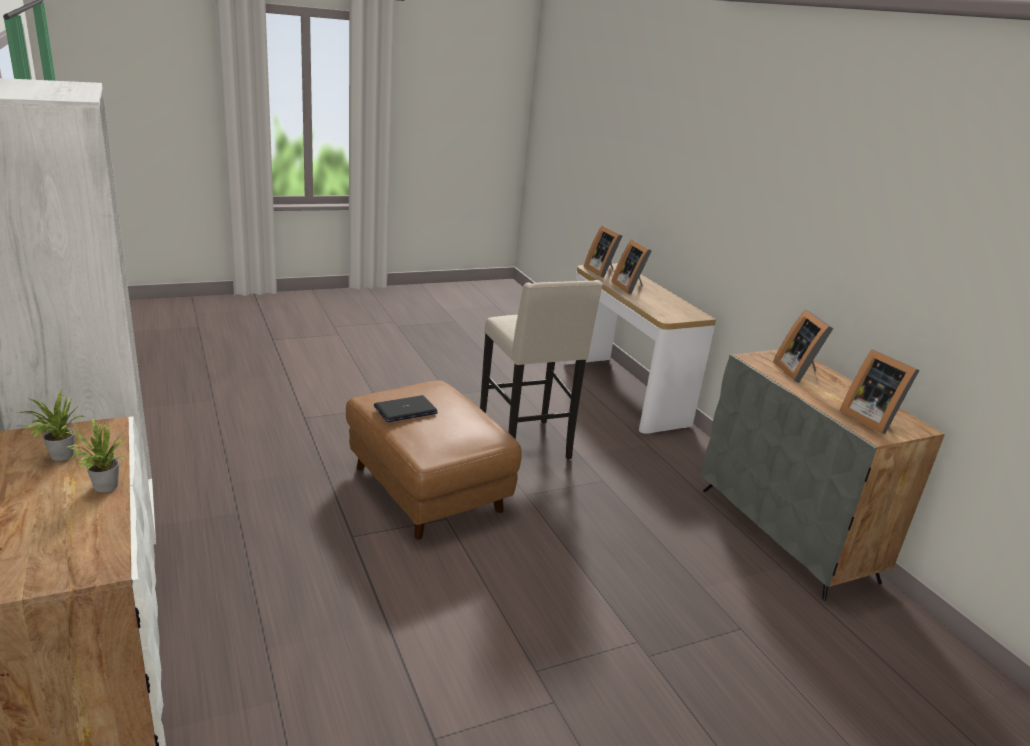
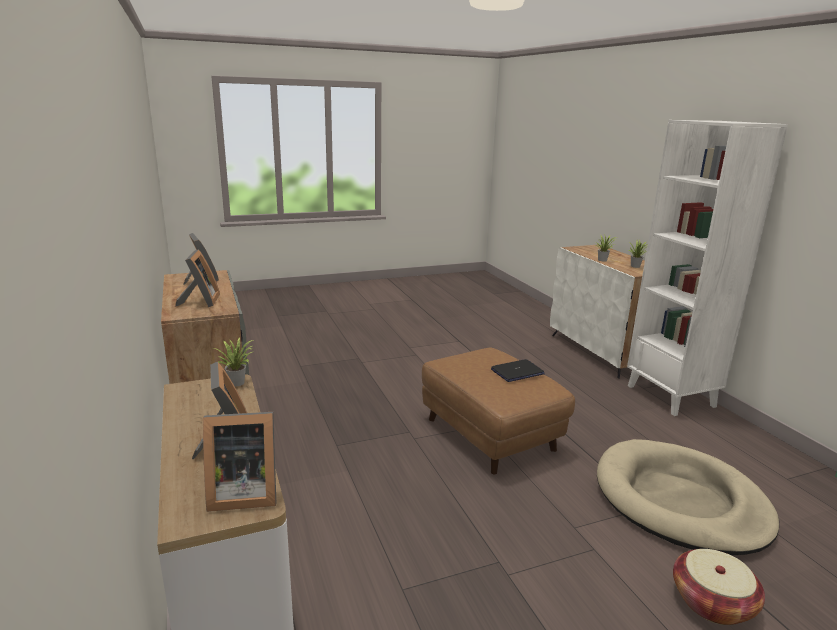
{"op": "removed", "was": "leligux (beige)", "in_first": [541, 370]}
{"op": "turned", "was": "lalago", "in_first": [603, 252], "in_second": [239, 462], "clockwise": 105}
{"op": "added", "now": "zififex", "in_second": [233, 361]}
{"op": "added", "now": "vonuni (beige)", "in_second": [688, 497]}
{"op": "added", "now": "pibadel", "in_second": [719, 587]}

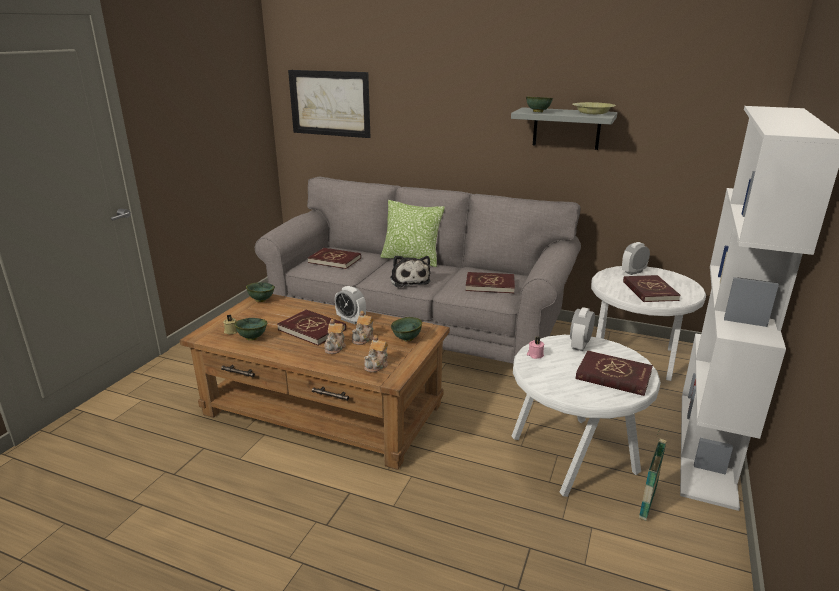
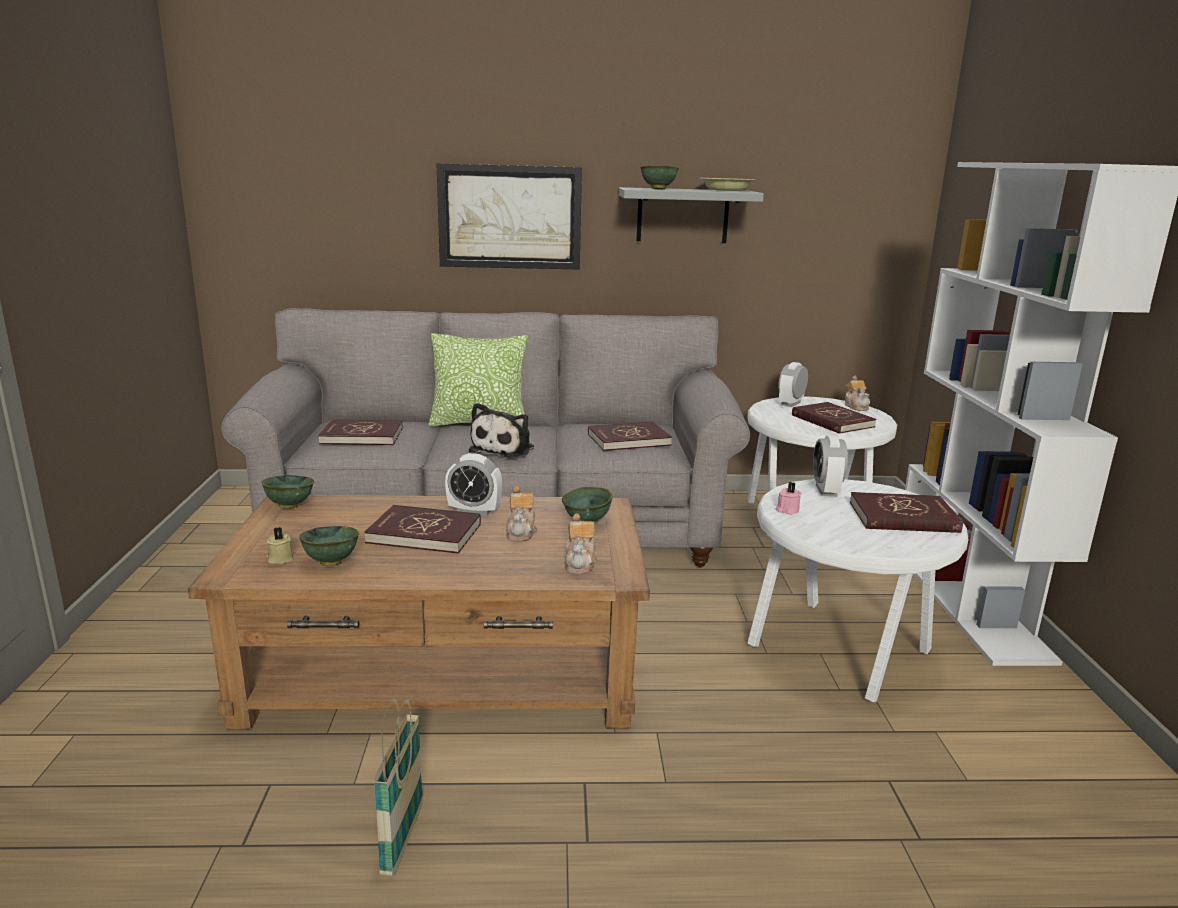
{"op": "moved", "was": "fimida", "in_first": [329, 104], "in_second": [509, 216]}
{"op": "moved", "was": "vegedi", "in_first": [335, 336], "in_second": [857, 393]}
{"op": "turned", "was": "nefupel", "in_first": [410, 271], "in_second": [501, 430], "clockwise": 60}
{"op": "moved", "was": "pibadel", "in_first": [653, 475], "in_second": [398, 787]}

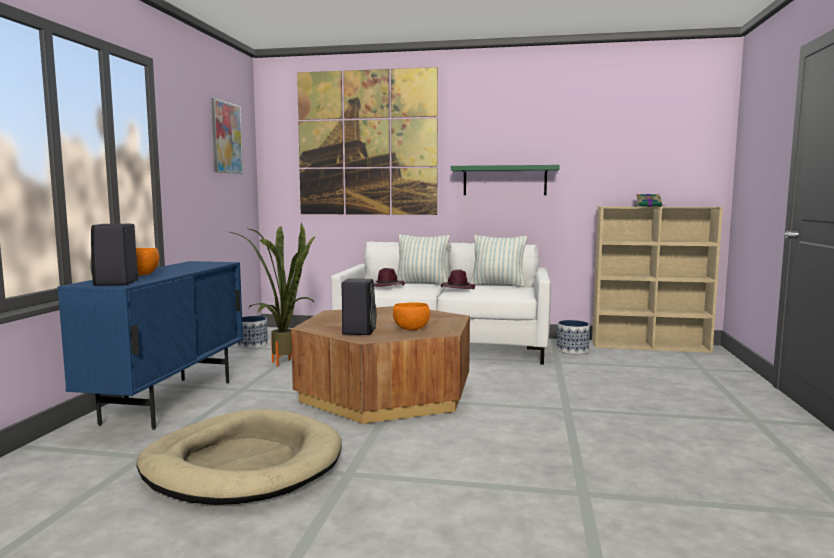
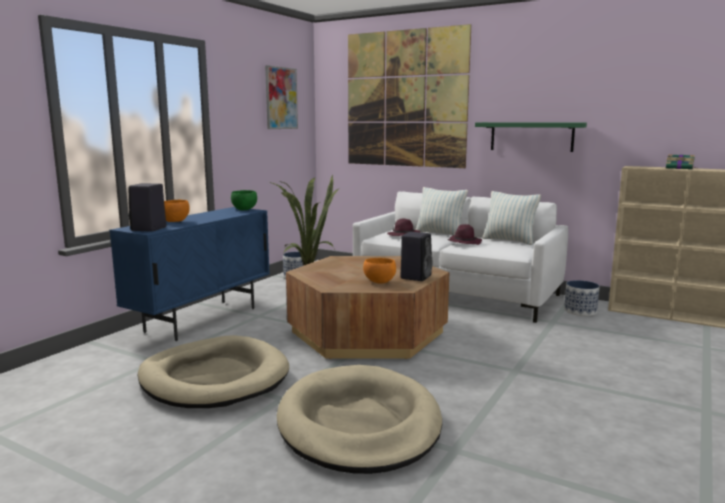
{"op": "moved", "was": "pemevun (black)", "in_first": [359, 306], "in_second": [416, 256]}
{"op": "added", "now": "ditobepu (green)", "in_second": [244, 200]}
{"op": "added", "now": "vonuni (beige)", "in_second": [359, 419]}

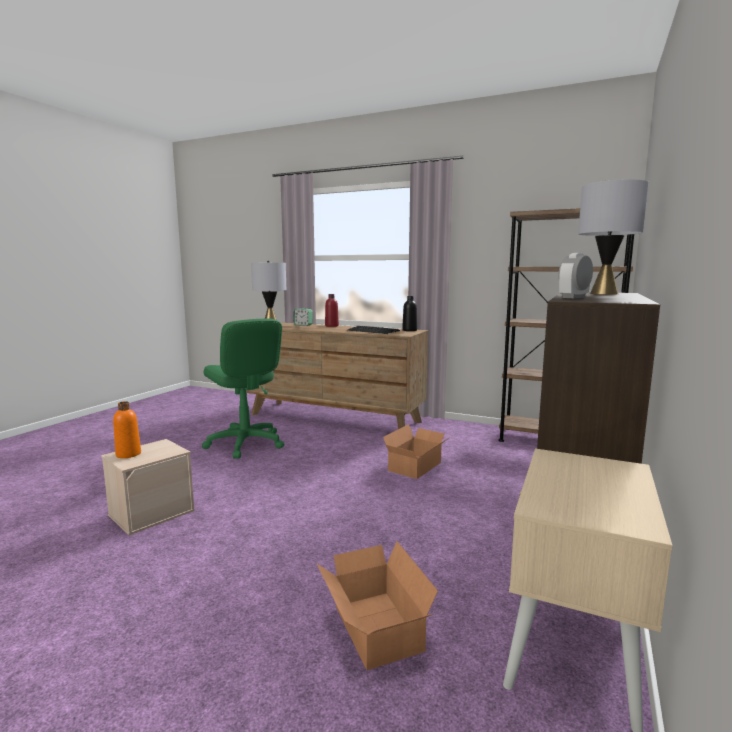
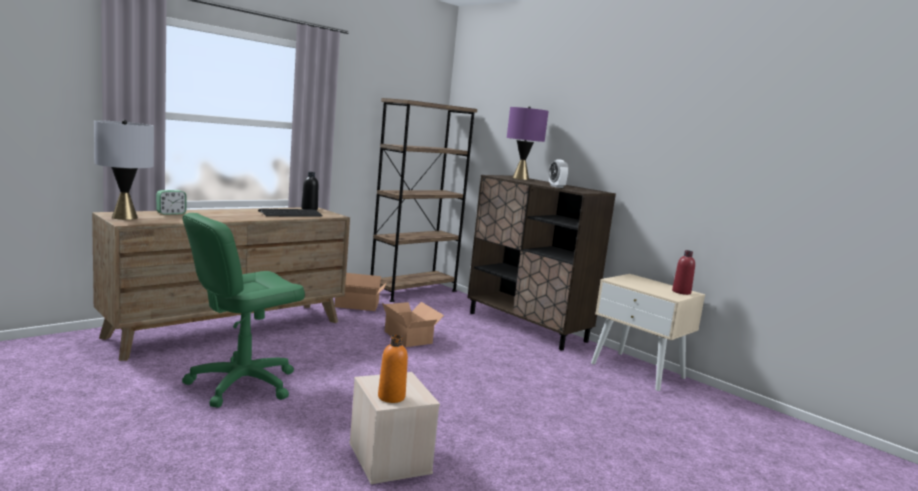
{"op": "turned", "was": "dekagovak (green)", "in_first": [243, 389], "in_second": [243, 310], "clockwise": 150}
{"op": "moved", "was": "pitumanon", "in_first": [377, 606], "in_second": [361, 292]}
{"op": "moved", "was": "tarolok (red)", "in_first": [332, 310], "in_second": [683, 272]}
{"op": "recoloured", "was": "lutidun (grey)", "now": "lutidun (purple)", "in_first": [613, 237], "in_second": [528, 143]}

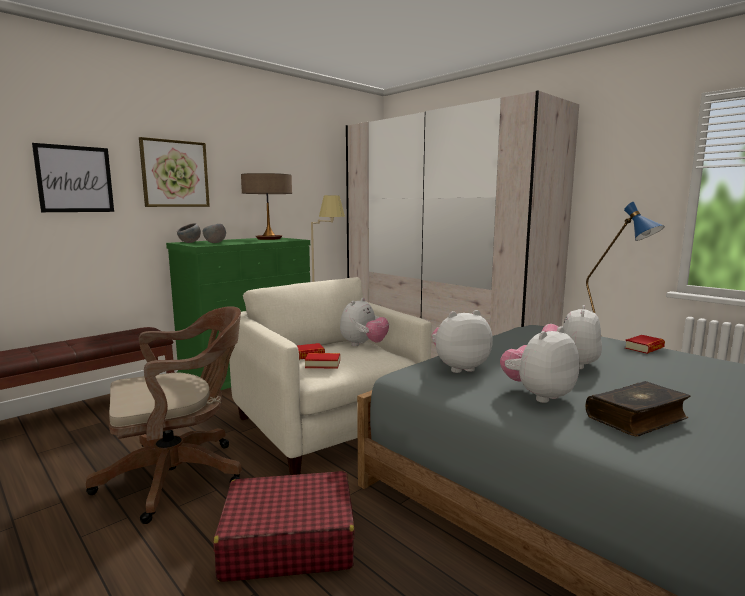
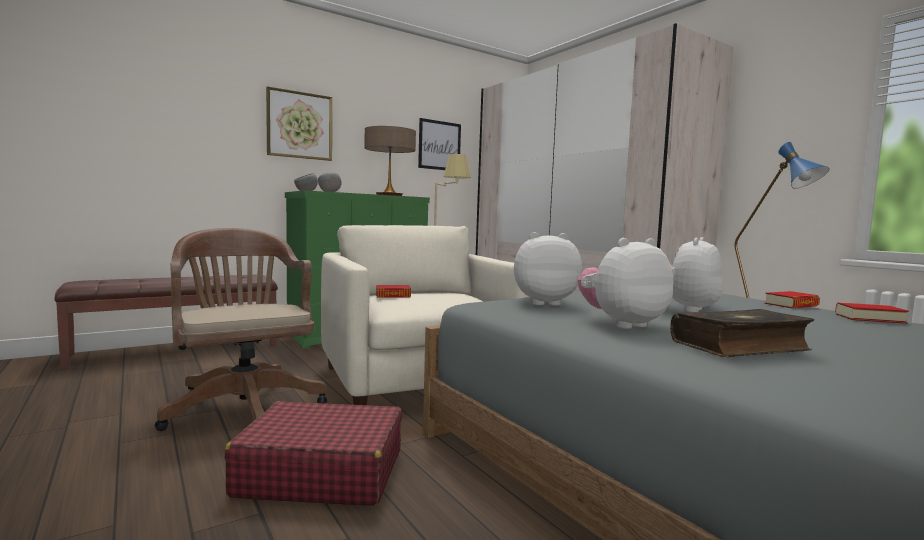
{"op": "moved", "was": "fimida", "in_first": [73, 177], "in_second": [439, 144]}
{"op": "turned", "was": "dekagovak (brown)", "in_first": [164, 415], "in_second": [241, 329], "clockwise": -105}
{"op": "moved", "was": "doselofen", "in_first": [322, 361], "in_second": [872, 313]}
{"op": "removed", "was": "nefupel", "in_first": [364, 322]}

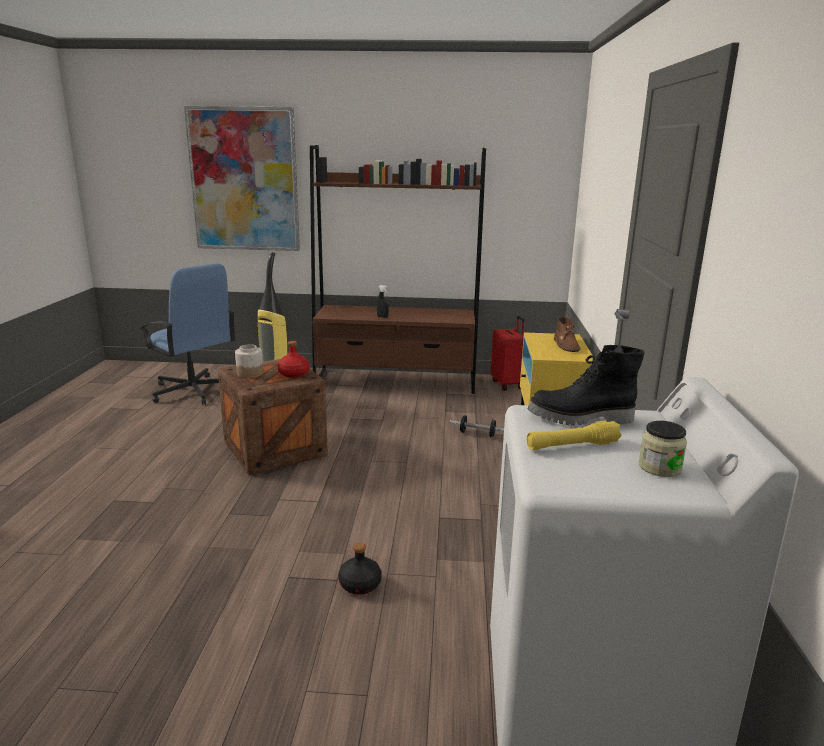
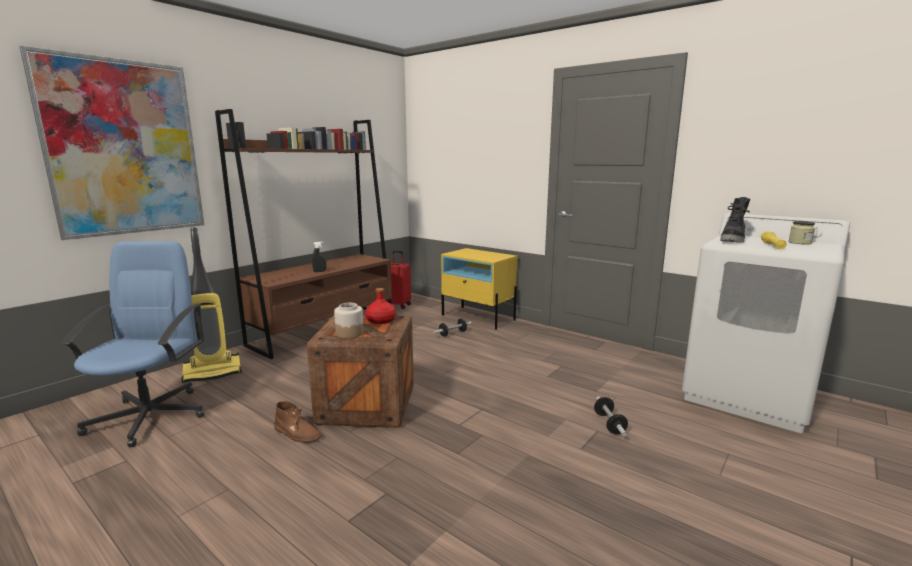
{"op": "turned", "was": "dekagovak (blue)", "in_first": [187, 333], "in_second": [132, 344], "clockwise": -75}
{"op": "replaced", "was": "tarolok (black)", "now": "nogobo", "in_first": [360, 568], "in_second": [611, 416]}
{"op": "moved", "was": "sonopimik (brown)", "in_first": [567, 334], "in_second": [298, 422]}

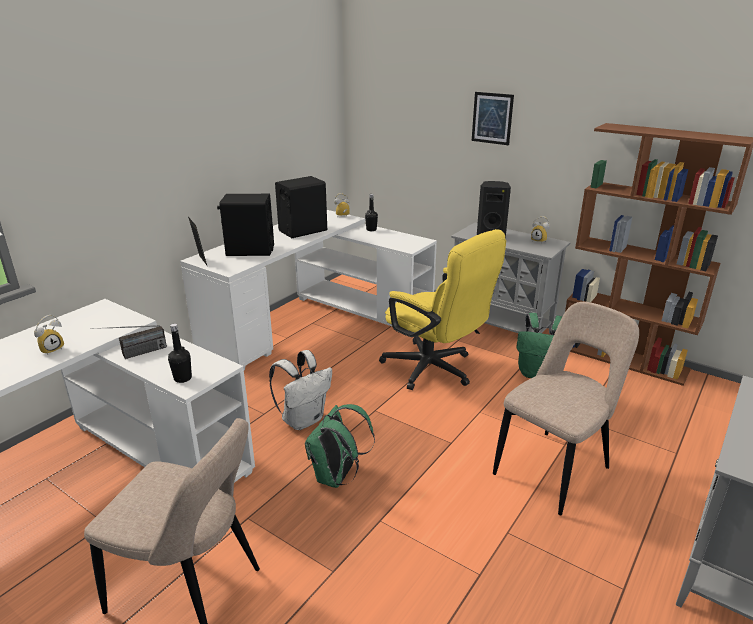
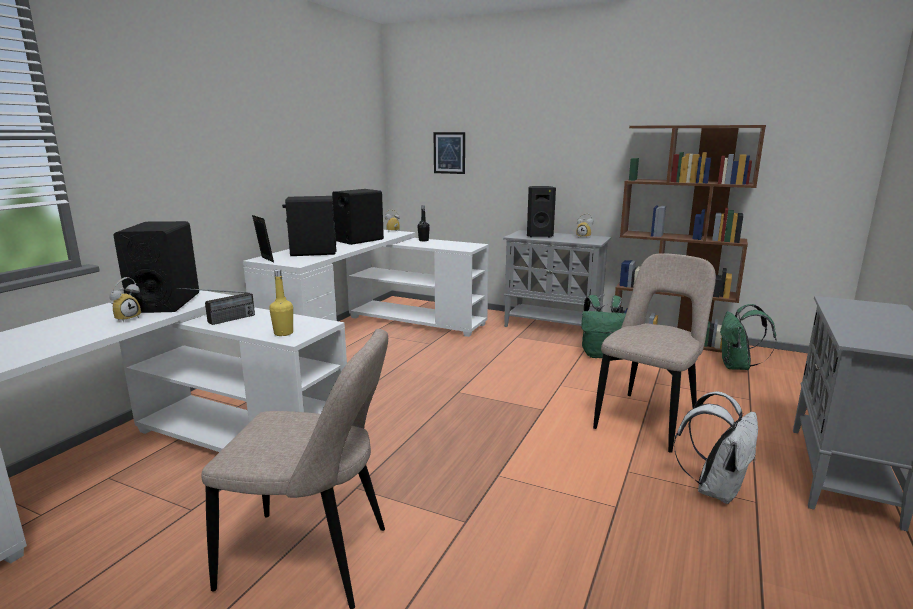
{"op": "recoloured", "was": "tarolok (black)", "now": "tarolok (yellow)", "in_first": [180, 353], "in_second": [281, 302]}
{"op": "moved", "was": "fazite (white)", "in_first": [300, 390], "in_second": [716, 448]}
{"op": "moved", "was": "fazite (green)", "in_first": [340, 446], "in_second": [748, 337]}
{"op": "removed", "was": "dekagovak (yellow)", "in_first": [442, 309]}
{"op": "moved", "was": "fimida", "in_first": [493, 118], "in_second": [449, 153]}
{"op": "added", "now": "pemevun (black)", "in_second": [156, 267]}

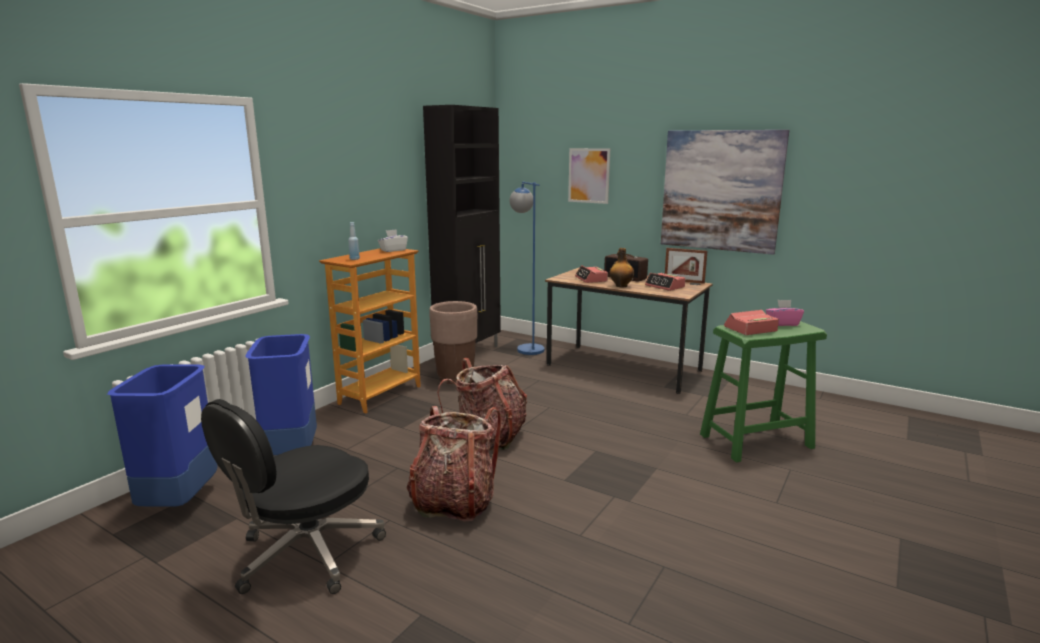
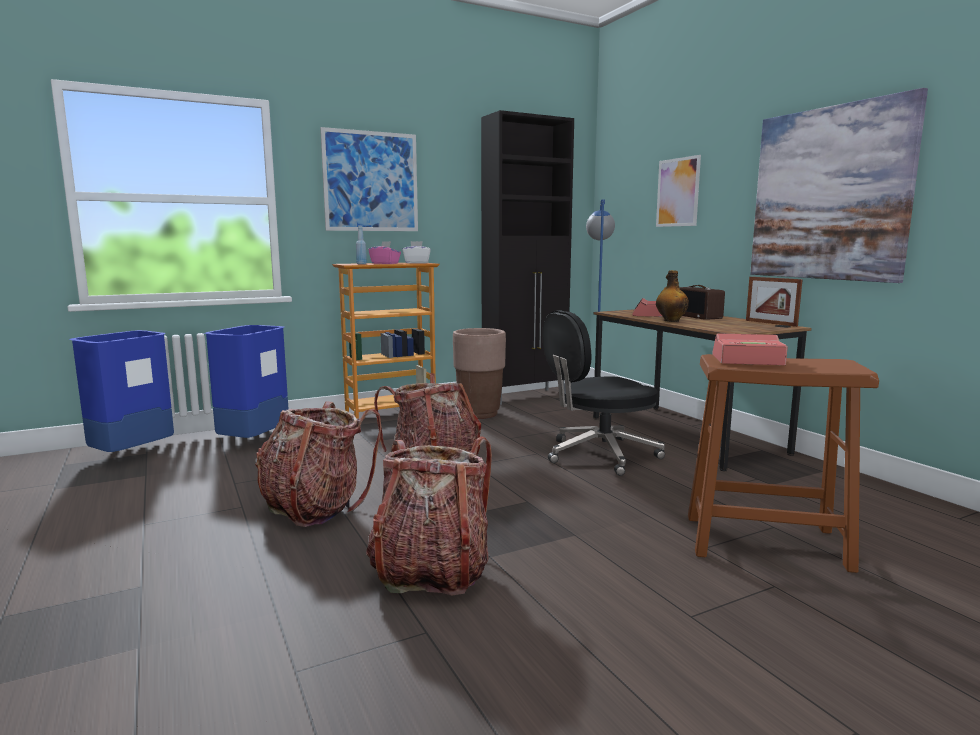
{"op": "moved", "was": "dekagovak (black)", "in_first": [293, 496], "in_second": [603, 393]}
{"op": "removed", "was": "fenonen", "in_first": [665, 282]}
{"op": "recoloured", "was": "leligux (green)", "now": "leligux (brown)", "in_first": [763, 391], "in_second": [783, 463]}
{"op": "moved", "was": "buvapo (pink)", "in_first": [785, 313], "in_second": [384, 252]}
{"op": "added", "now": "fimida", "in_second": [369, 179]}
{"op": "added", "now": "fazite", "in_second": [429, 515]}

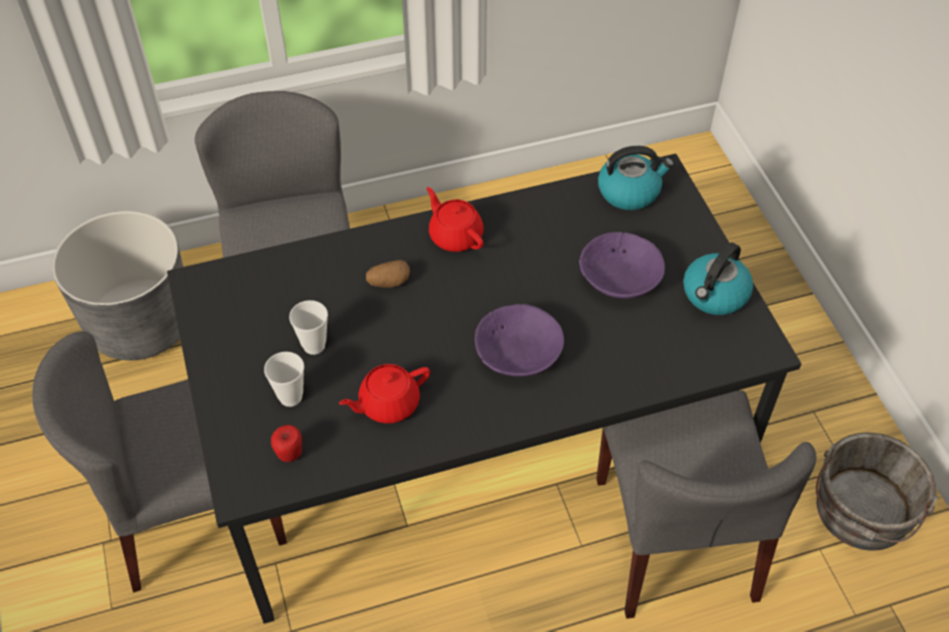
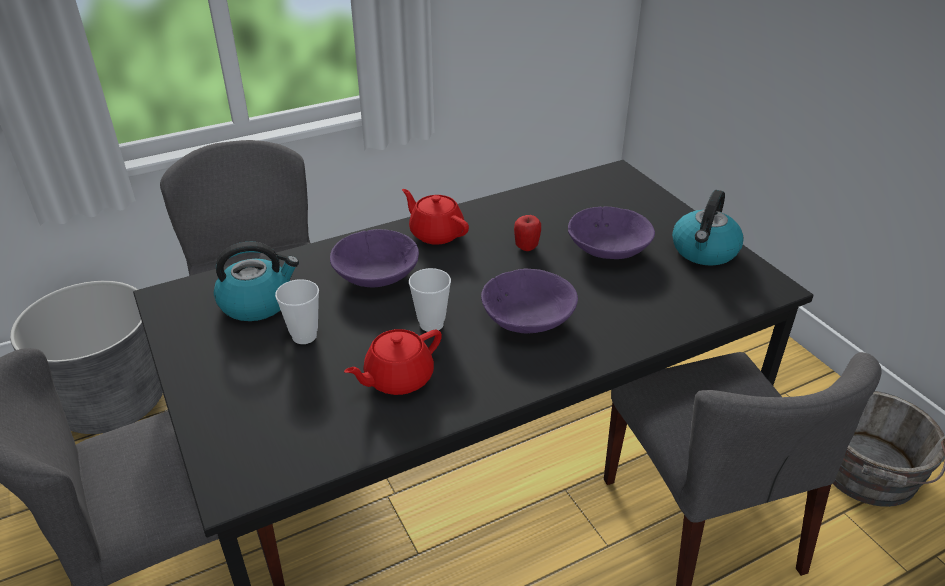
{"op": "moved", "was": "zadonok", "in_first": [284, 379], "in_second": [430, 300]}
{"op": "moved", "was": "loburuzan", "in_first": [286, 443], "in_second": [527, 233]}
{"op": "replaced", "was": "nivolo", "now": "ditobepu (purple)", "in_first": [388, 274], "in_second": [374, 258]}
{"op": "moved", "was": "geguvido", "in_first": [636, 178], "in_second": [256, 281]}

